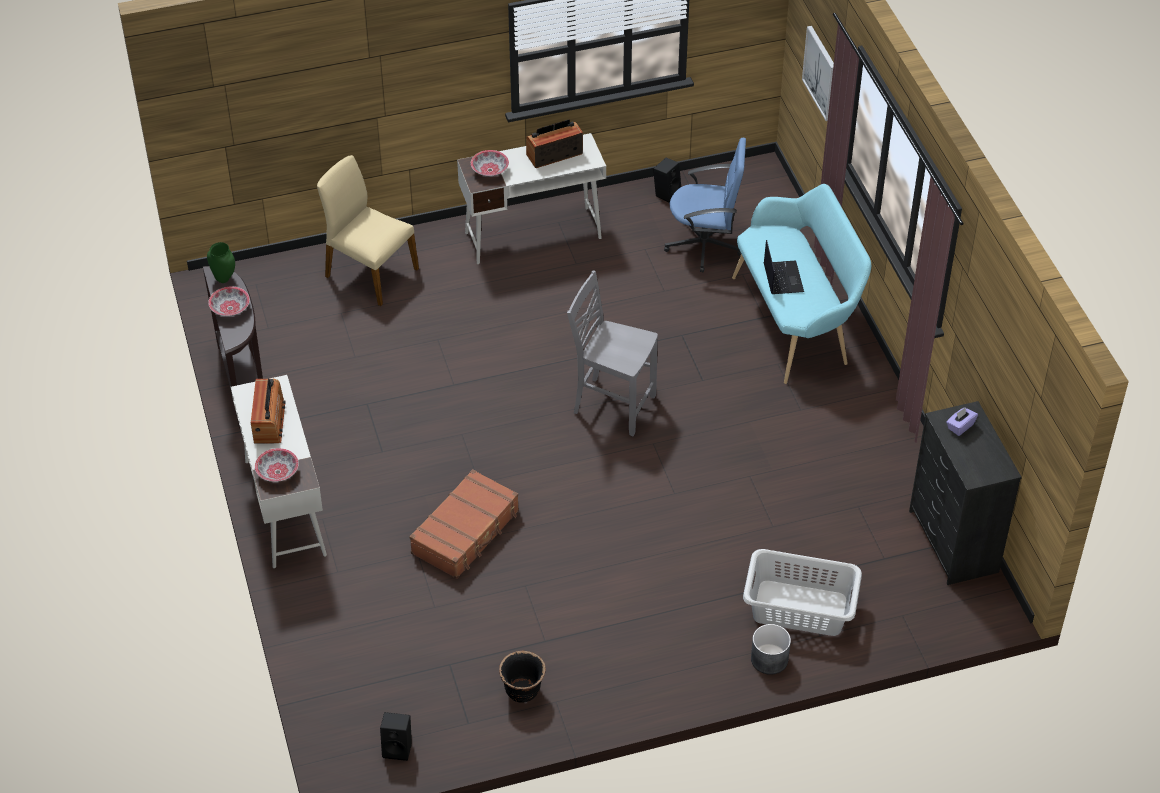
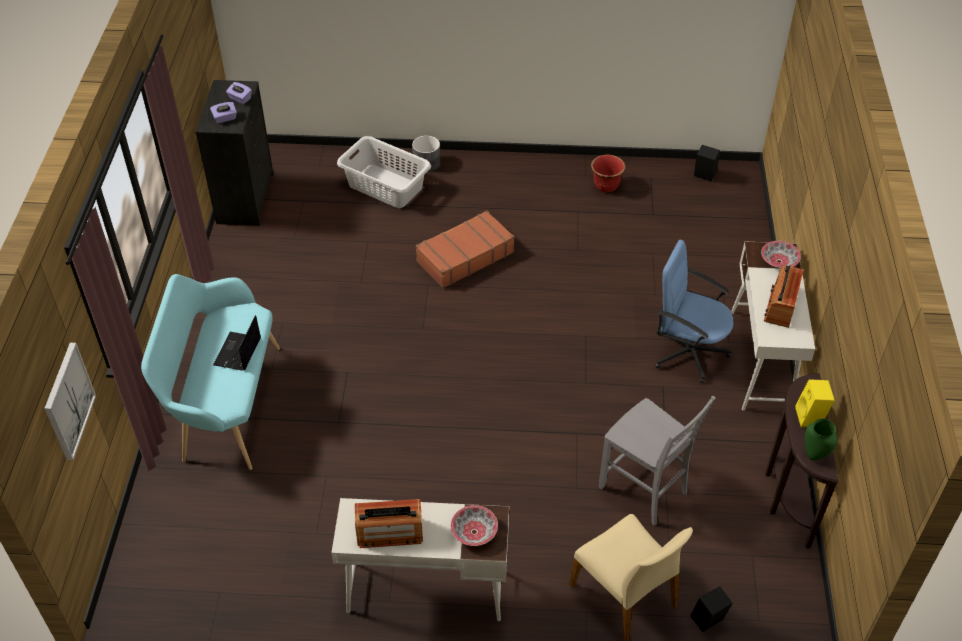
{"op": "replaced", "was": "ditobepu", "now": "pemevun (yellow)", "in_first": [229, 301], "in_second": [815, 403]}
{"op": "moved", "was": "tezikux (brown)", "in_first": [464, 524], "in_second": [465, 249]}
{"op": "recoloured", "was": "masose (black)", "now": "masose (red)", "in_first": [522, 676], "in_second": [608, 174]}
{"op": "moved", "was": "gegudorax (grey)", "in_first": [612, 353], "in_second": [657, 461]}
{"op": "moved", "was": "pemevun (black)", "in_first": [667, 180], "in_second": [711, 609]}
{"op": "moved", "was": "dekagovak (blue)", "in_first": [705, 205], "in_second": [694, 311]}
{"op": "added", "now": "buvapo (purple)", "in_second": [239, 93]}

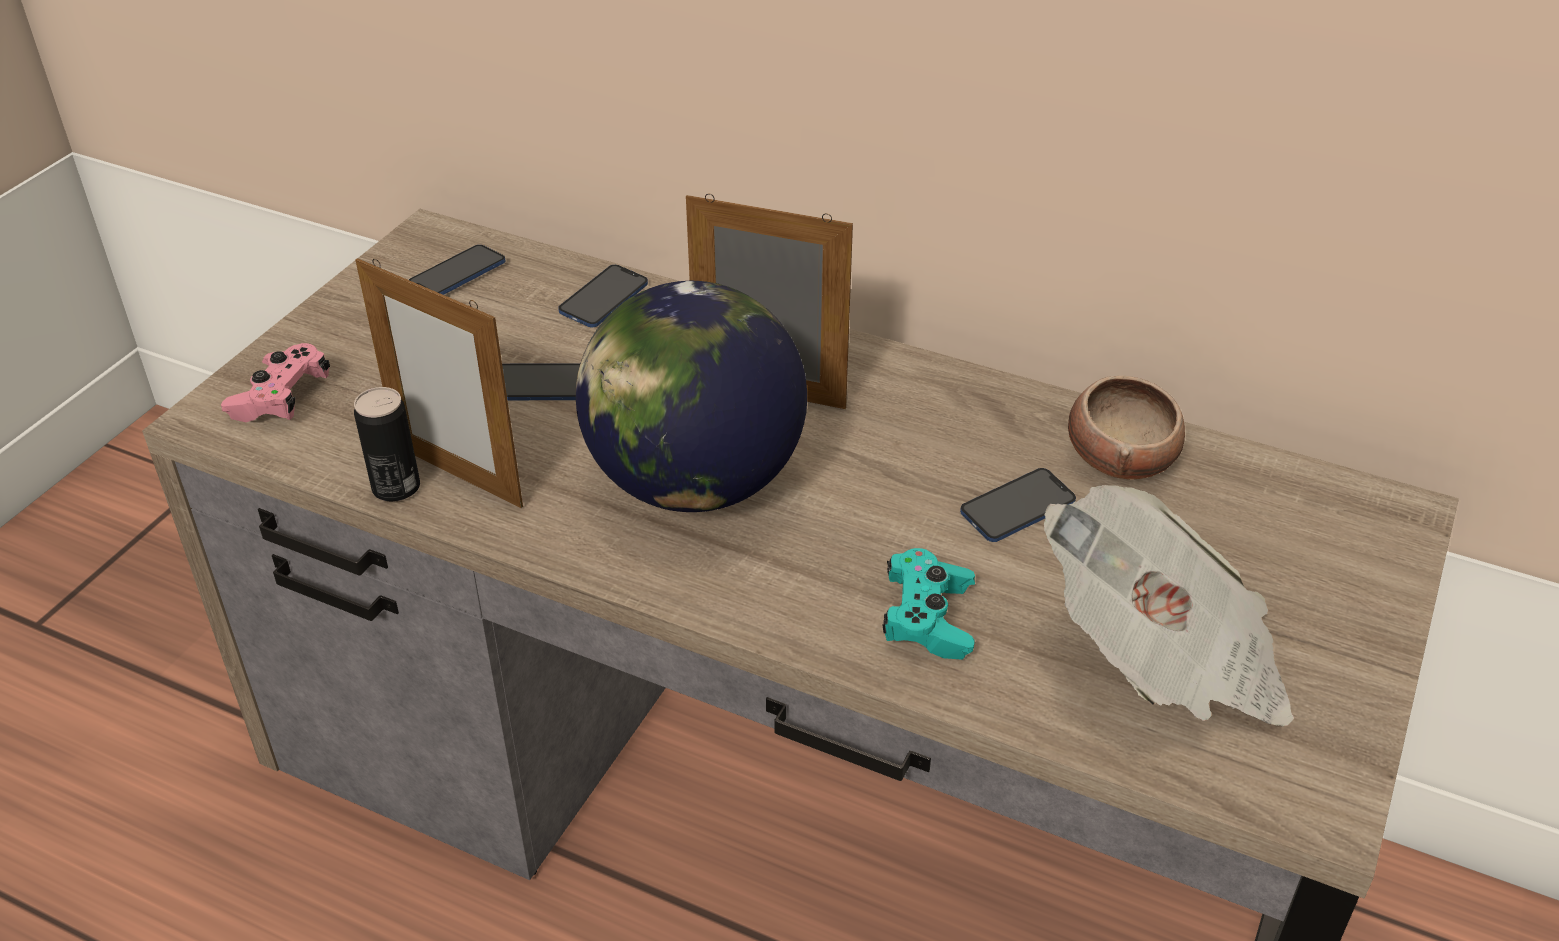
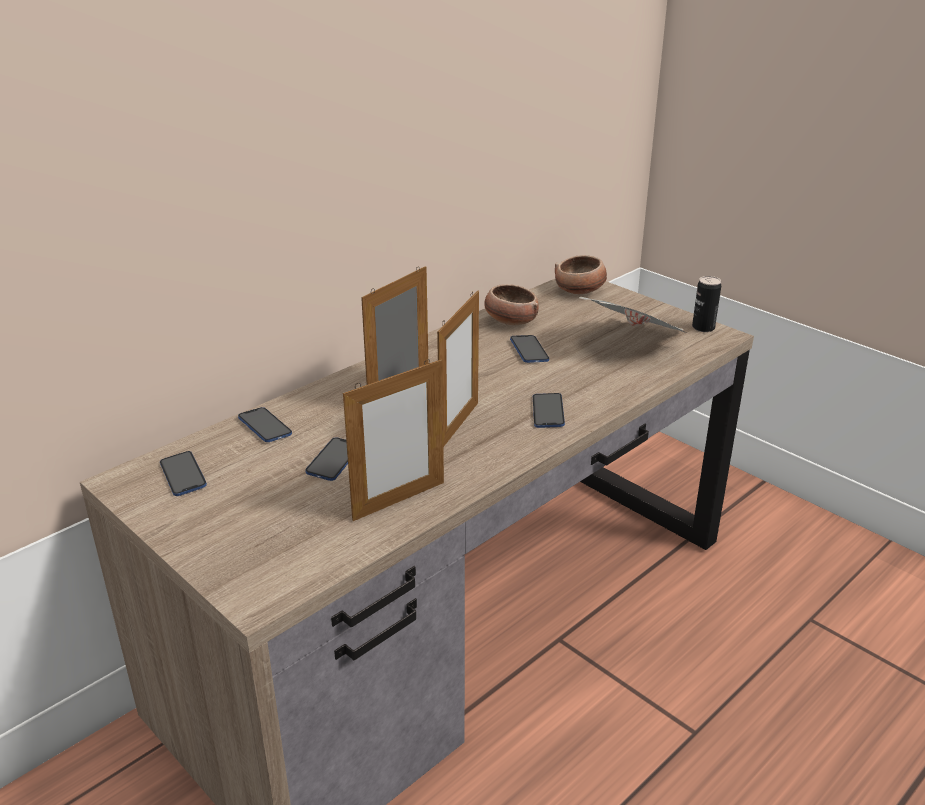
{"op": "removed", "was": "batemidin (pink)", "in_first": [275, 382]}
{"op": "moved", "was": "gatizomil", "in_first": [387, 444], "in_second": [706, 304]}
{"op": "replaced", "was": "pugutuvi", "now": "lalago", "in_first": [691, 396], "in_second": [458, 369]}
{"op": "removed", "was": "batemidin (turquoise)", "in_first": [928, 604]}
{"op": "added", "now": "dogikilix", "in_second": [549, 410]}
{"op": "added", "now": "ditobepu", "in_second": [581, 274]}

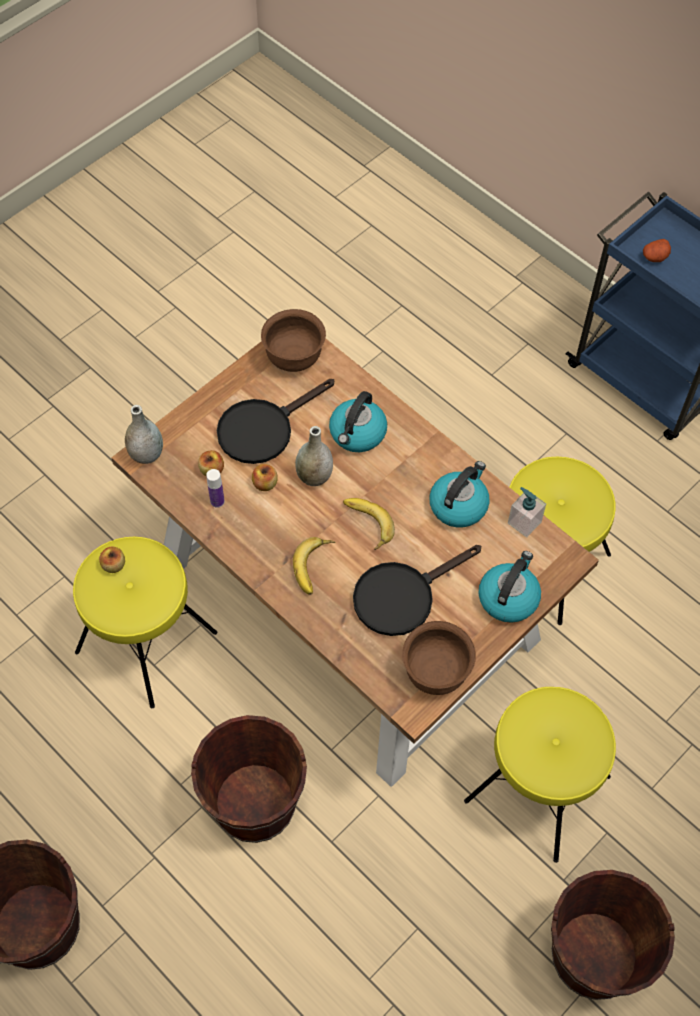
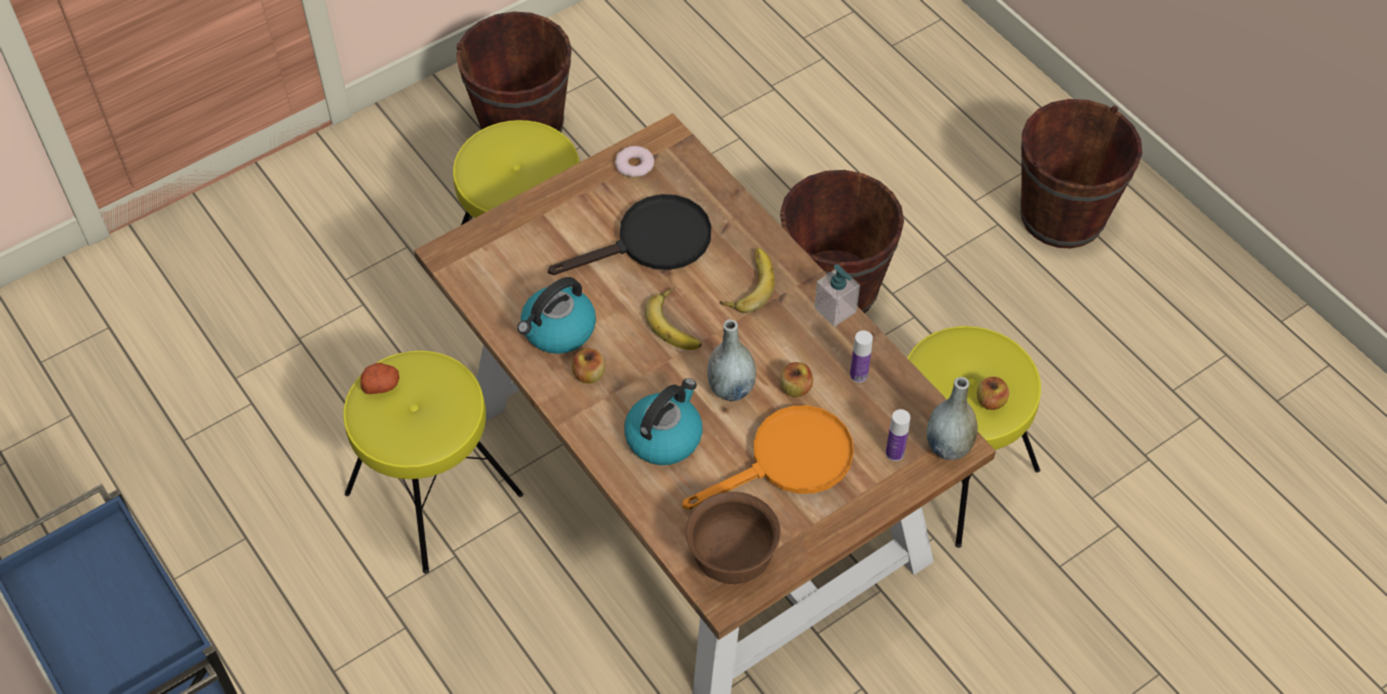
{"op": "moved", "was": "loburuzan", "in_first": [211, 463], "in_second": [588, 366]}
{"op": "recoloured", "was": "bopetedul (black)", "now": "bopetedul (orange)", "in_first": [275, 421], "in_second": [768, 457]}
{"op": "replaced", "was": "ditobepu (brown)", "now": "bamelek", "in_first": [439, 658], "in_second": [635, 162]}
{"op": "removed", "was": "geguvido", "in_first": [510, 587]}
{"op": "moved", "was": "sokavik", "in_first": [527, 512], "in_second": [837, 295]}
{"op": "moved", "was": "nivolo", "in_first": [657, 250], "in_second": [379, 378]}
{"op": "added", "now": "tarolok", "in_second": [898, 435]}

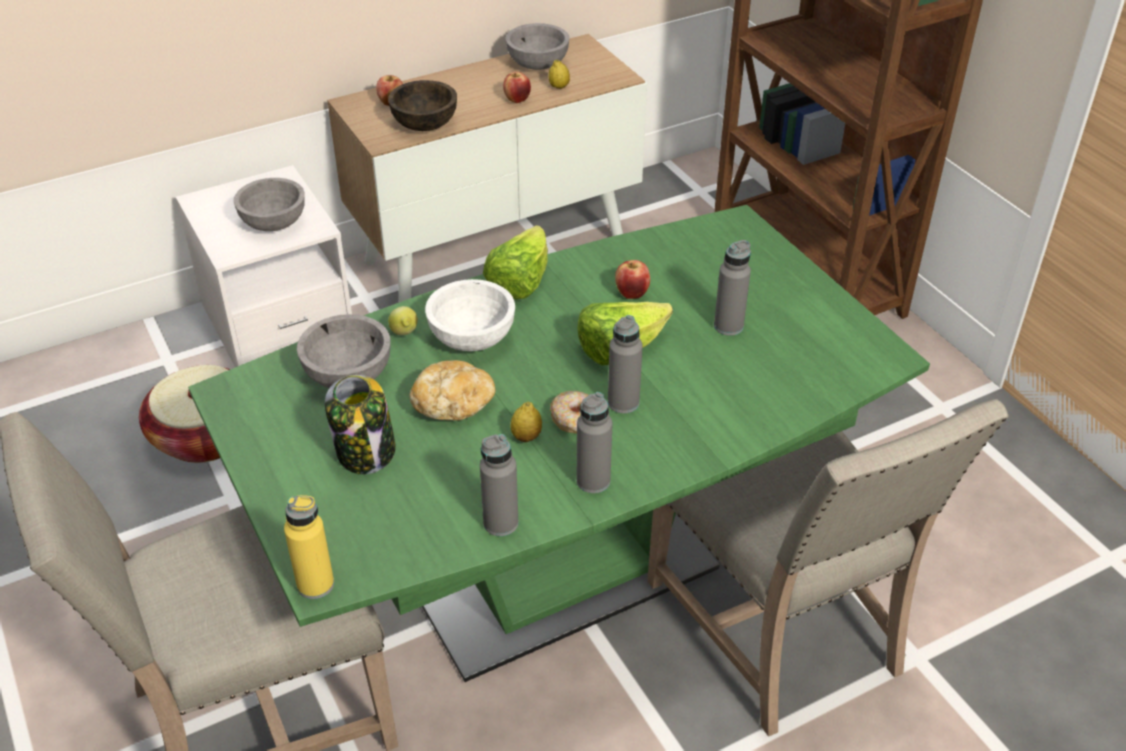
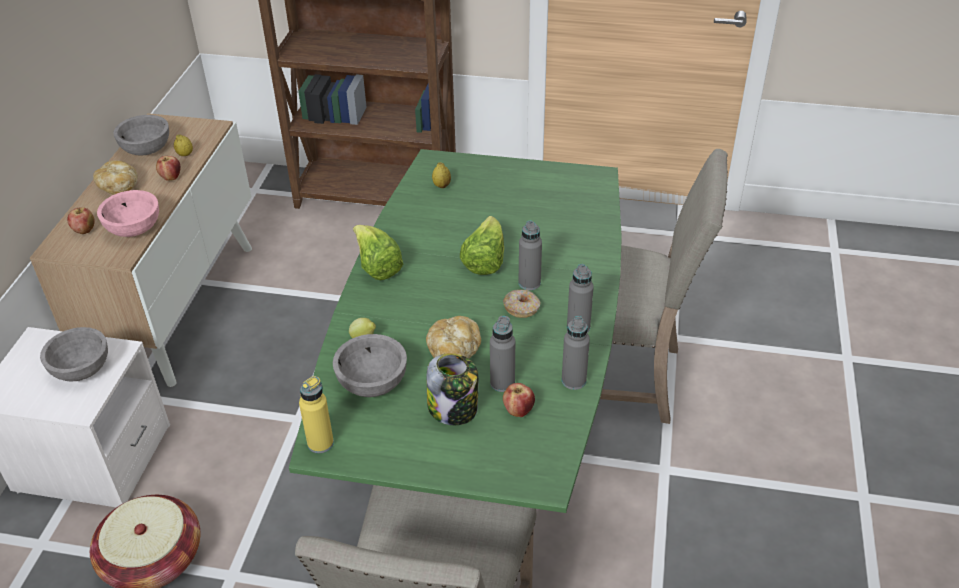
{"op": "moved", "was": "tarolok (yellow)", "in_first": [309, 547], "in_second": [316, 414]}
{"op": "recoloured", "was": "ditobepu (brown)", "now": "ditobepu (pink)", "in_first": [422, 105], "in_second": [128, 213]}
{"op": "removed", "was": "ditobepu (white)", "in_first": [470, 315]}
{"op": "moved", "was": "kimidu", "in_first": [526, 422], "in_second": [441, 175]}
{"op": "moved", "was": "loburuzan", "in_first": [632, 279], "in_second": [519, 400]}
{"op": "moved", "was": "tarolok (grey)", "in_first": [732, 288], "in_second": [502, 354]}
{"op": "added", "now": "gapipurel", "in_second": [115, 177]}

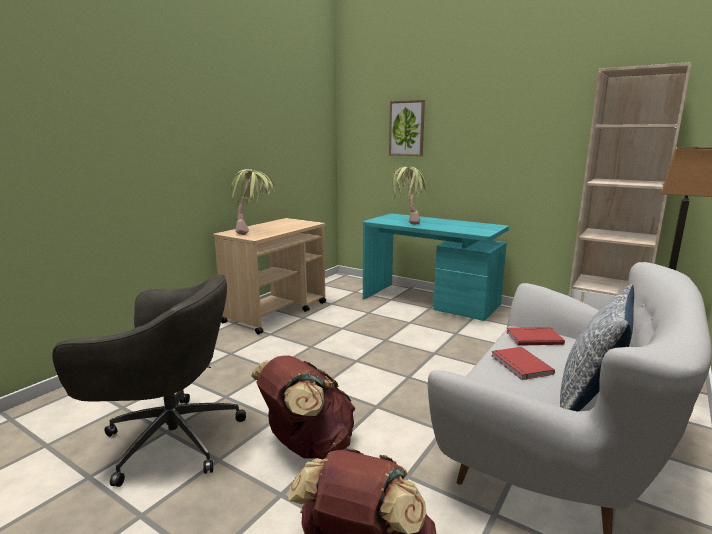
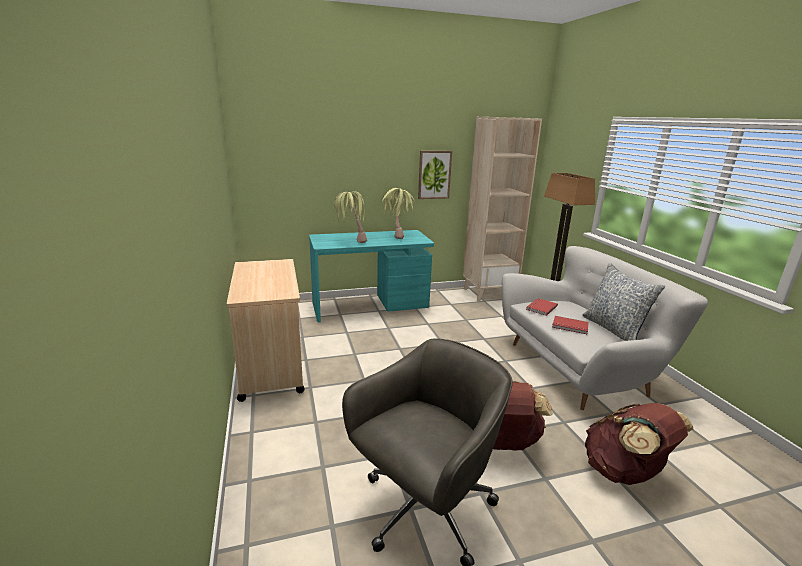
{"op": "moved", "was": "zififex", "in_first": [253, 202], "in_second": [398, 213]}
{"op": "moved", "was": "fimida", "in_first": [407, 128], "in_second": [435, 175]}

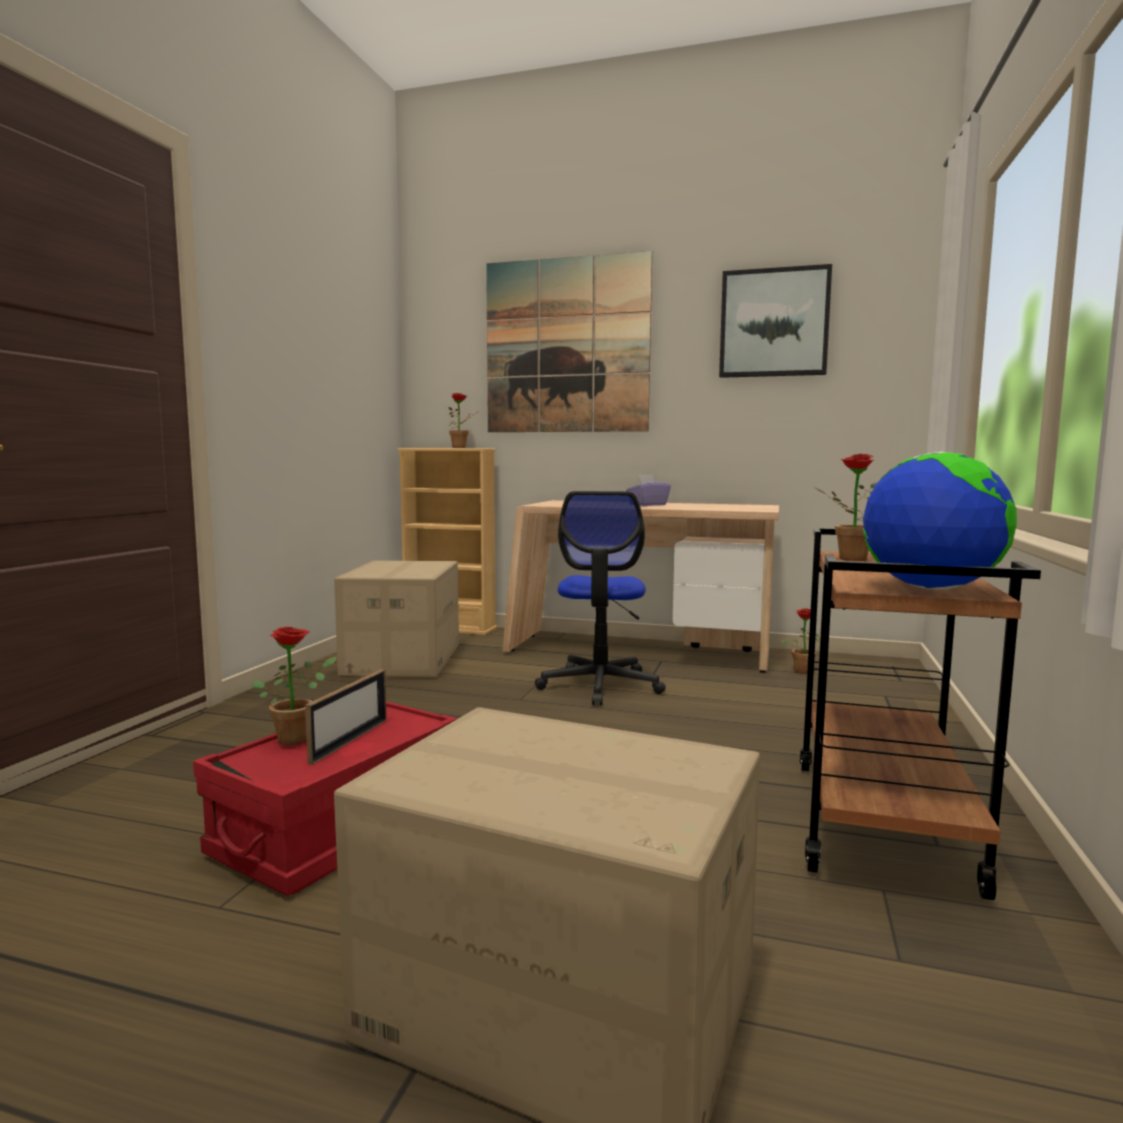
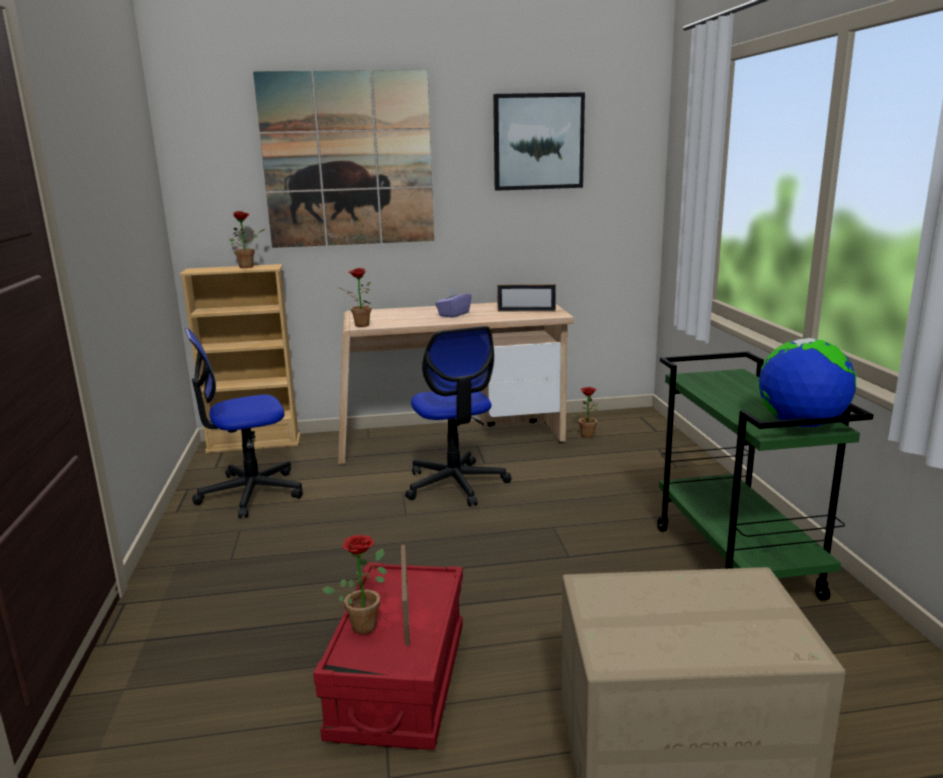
{"op": "replaced", "was": "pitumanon", "now": "dekagovak", "in_first": [396, 618], "in_second": [244, 423]}
{"op": "recoloured", "was": "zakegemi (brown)", "now": "zakegemi (green)", "in_first": [920, 714], "in_second": [765, 476]}
{"op": "moved", "was": "zififex", "in_first": [846, 507], "in_second": [354, 297]}
{"op": "added", "now": "lalago", "in_second": [526, 298]}

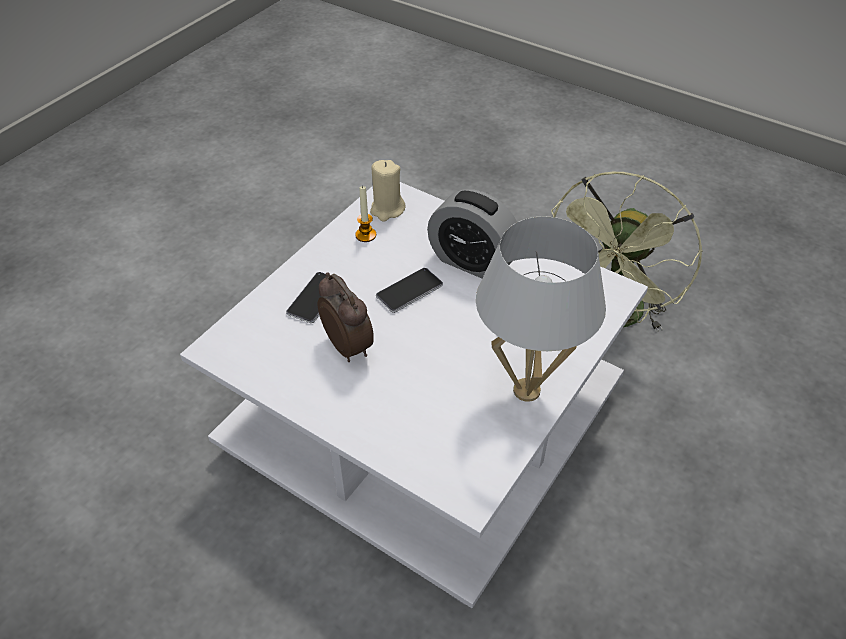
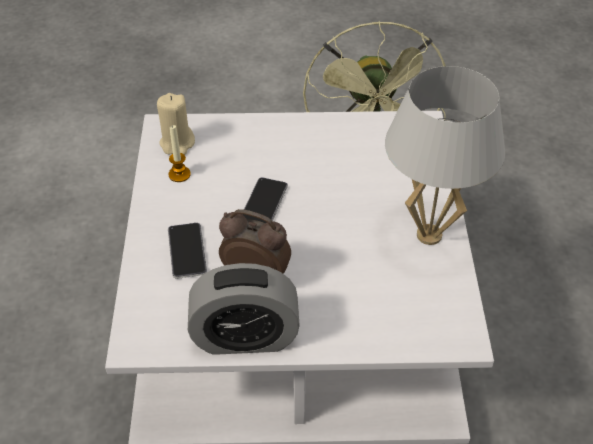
{"op": "moved", "was": "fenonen", "in_first": [472, 233], "in_second": [244, 309]}

